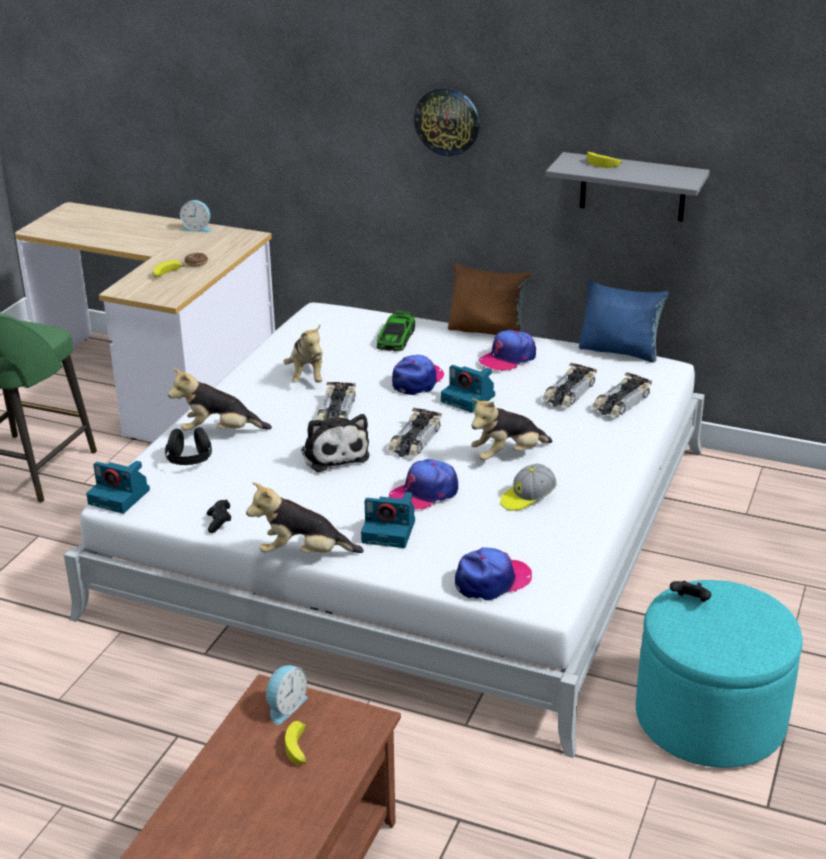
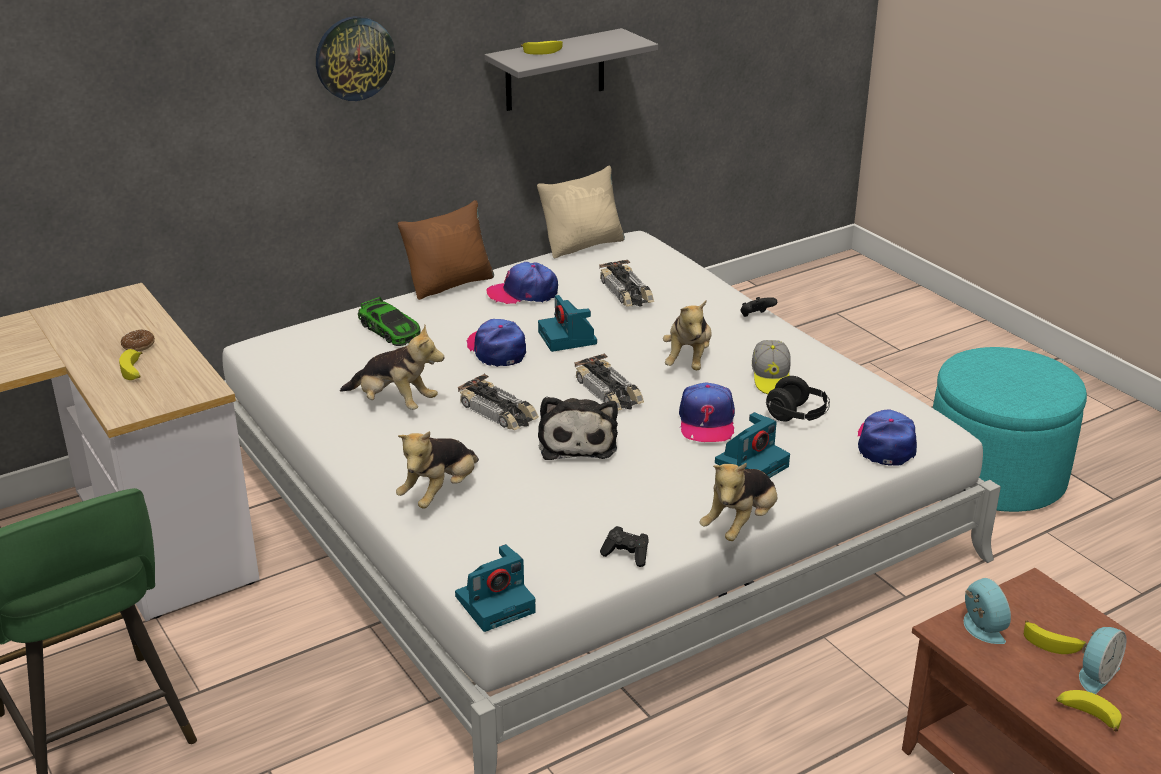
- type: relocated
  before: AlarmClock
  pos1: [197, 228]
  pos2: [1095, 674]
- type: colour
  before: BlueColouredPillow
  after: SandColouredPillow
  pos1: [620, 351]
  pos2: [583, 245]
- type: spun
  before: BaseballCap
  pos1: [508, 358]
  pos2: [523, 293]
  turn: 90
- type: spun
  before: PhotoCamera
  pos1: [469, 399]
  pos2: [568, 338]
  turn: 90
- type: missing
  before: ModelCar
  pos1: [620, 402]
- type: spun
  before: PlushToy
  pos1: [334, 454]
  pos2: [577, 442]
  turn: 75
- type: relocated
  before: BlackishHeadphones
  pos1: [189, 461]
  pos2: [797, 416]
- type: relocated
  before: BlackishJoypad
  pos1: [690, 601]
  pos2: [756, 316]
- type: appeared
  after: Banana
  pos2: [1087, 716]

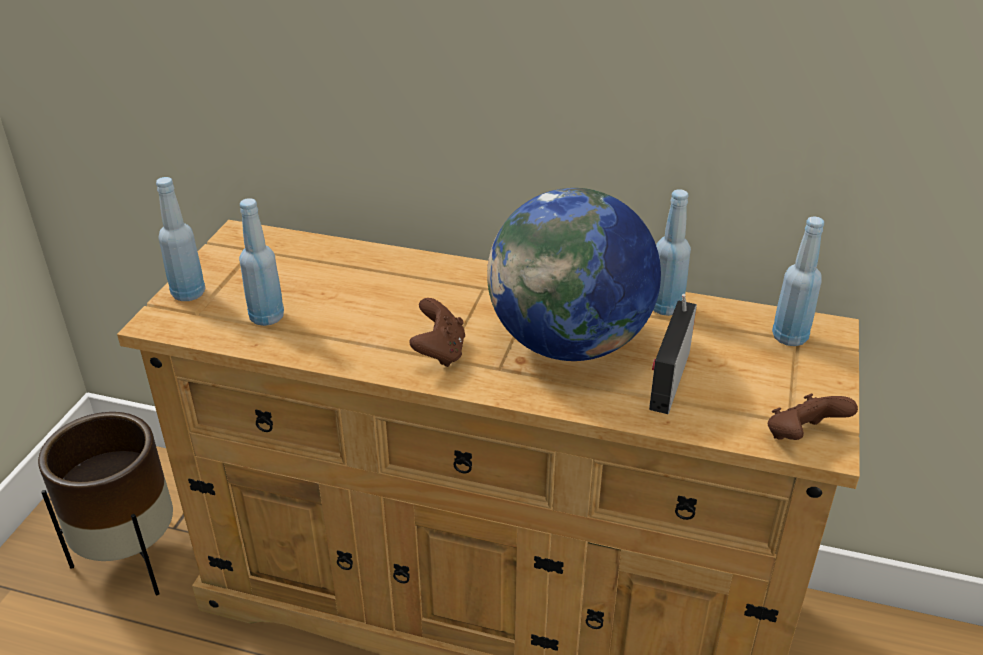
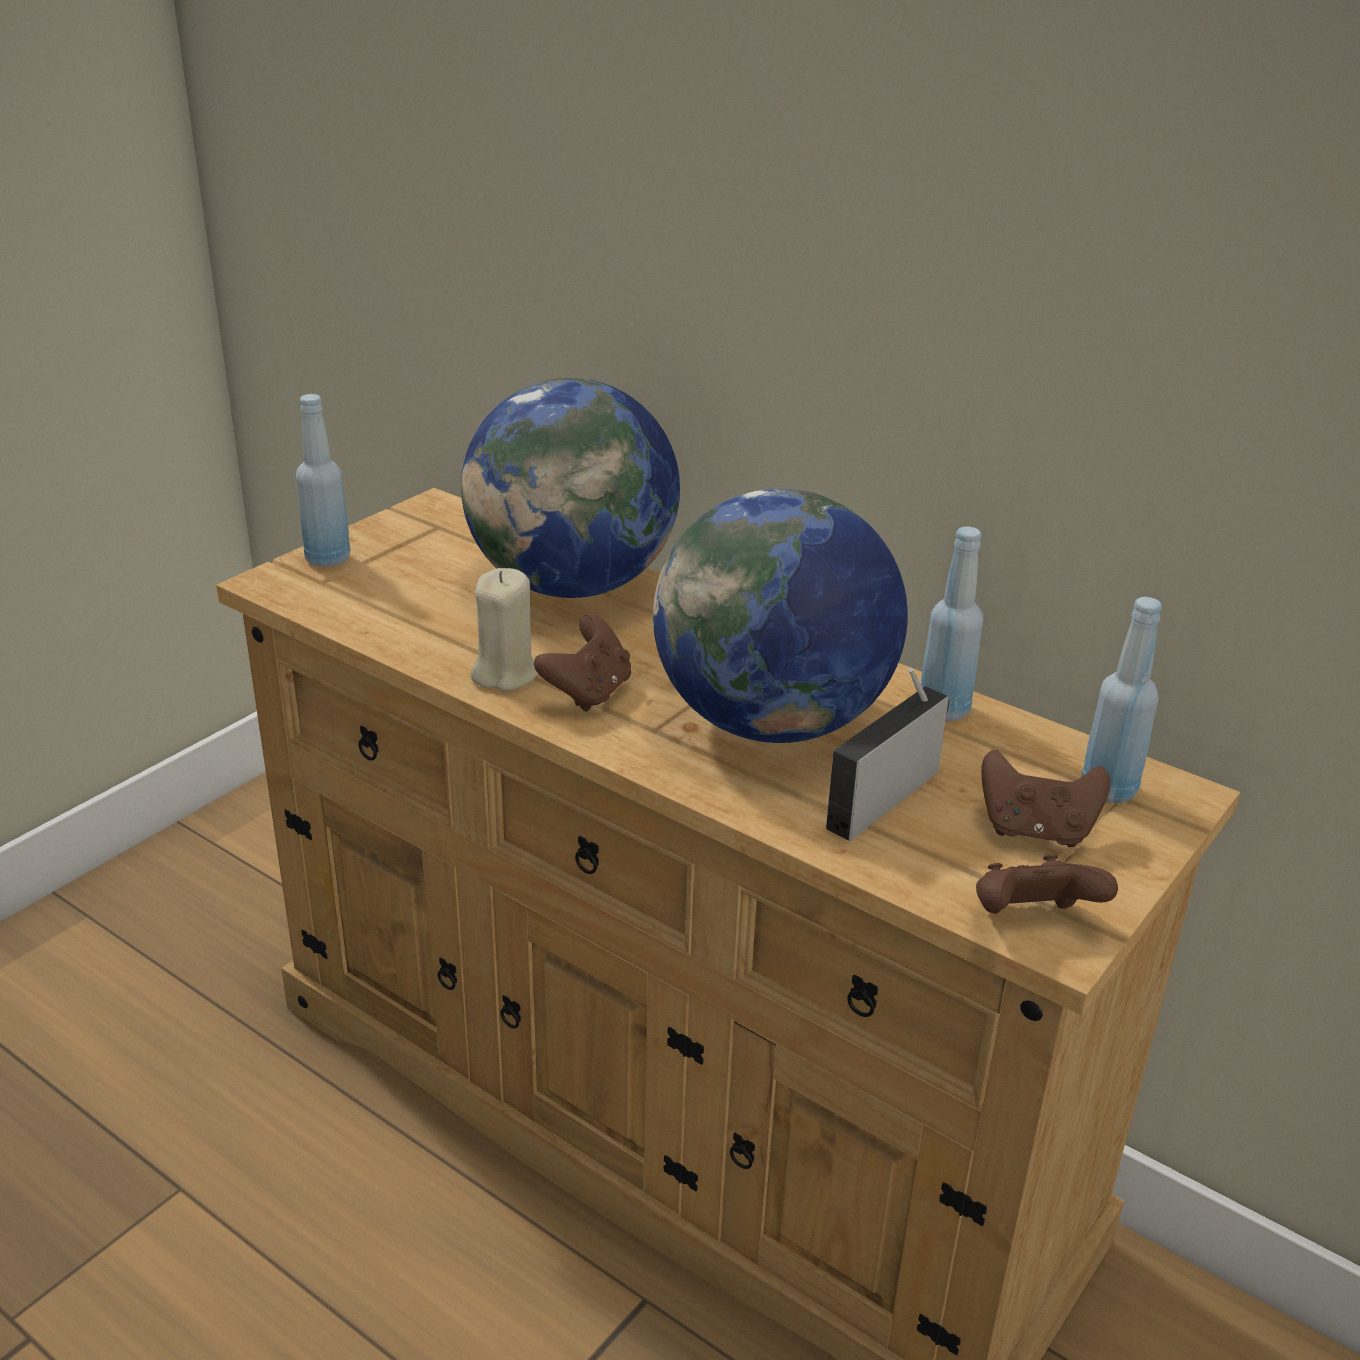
- type: missing
  before: BlueColouredBottle
  pos1: [267, 317]
- type: missing
  before: BrownPlantPot
  pos1: [131, 558]
- type: appeared
  after: DeskGlobe
  pos2: [573, 585]
- type: appeared
  after: SandColouredWaxLight
  pos2: [505, 673]
- type: appeared
  after: BrownJoypad
  pos2: [1036, 830]

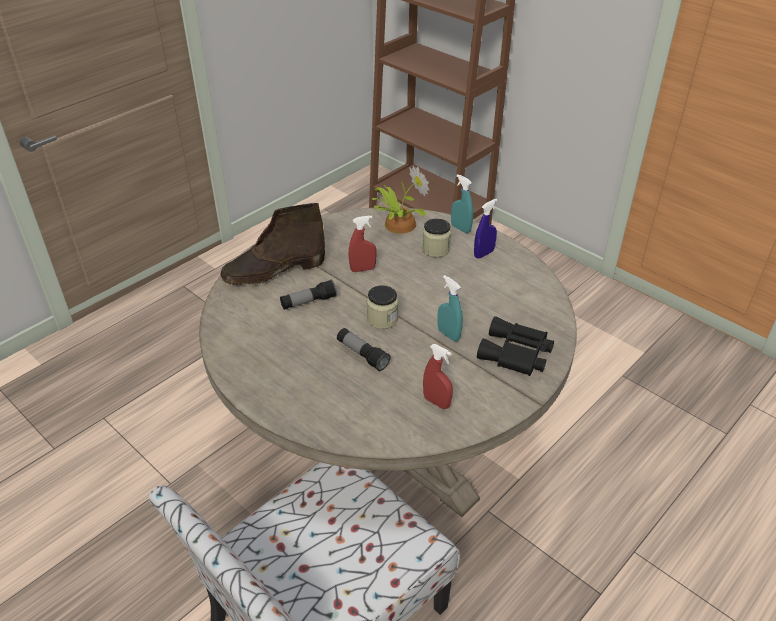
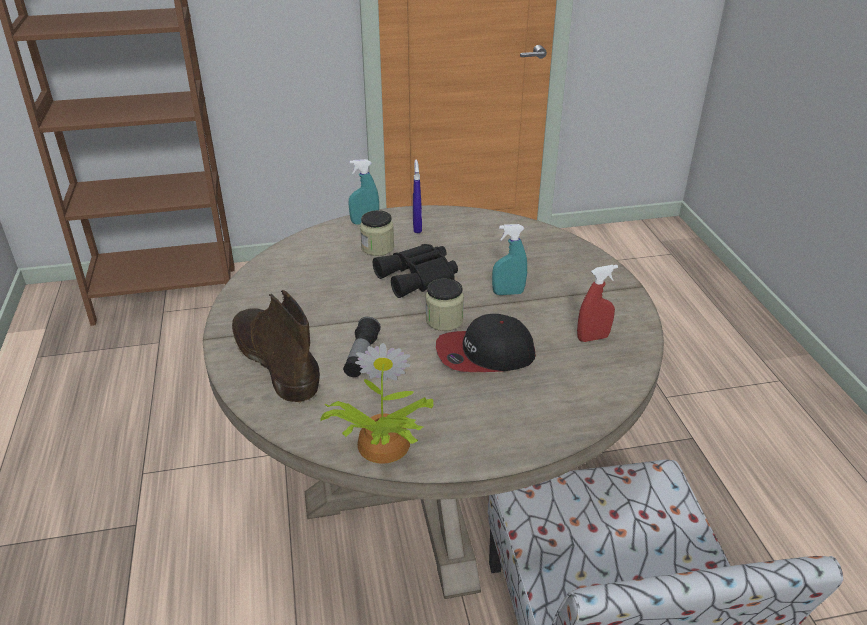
- type: relocated
  before: PlantInAPot
  pos1: [398, 224]
  pos2: [381, 445]
- type: spun
  before: BrownHighTopBoot
  pos1: [273, 270]
  pos2: [274, 360]
  turn: 135
- type: missing
  before: RedColouredSprayer
  pos1: [363, 269]
- type: relocated
  before: BlackishBinoculars
  pos1: [516, 354]
  pos2: [418, 277]
- type: exchanged
  before: HandTorch
  after: BaseballCap
  pos1: [362, 355]
  pos2: [484, 354]

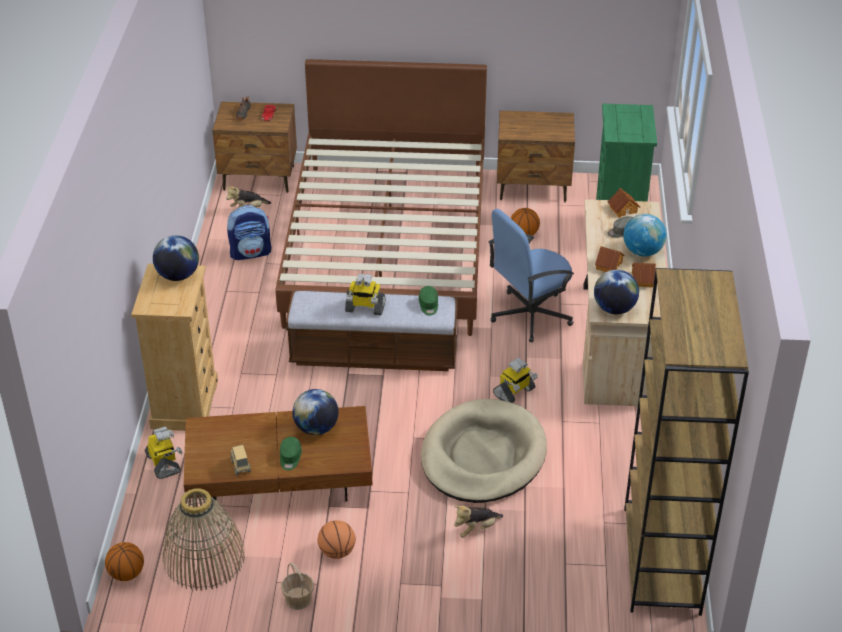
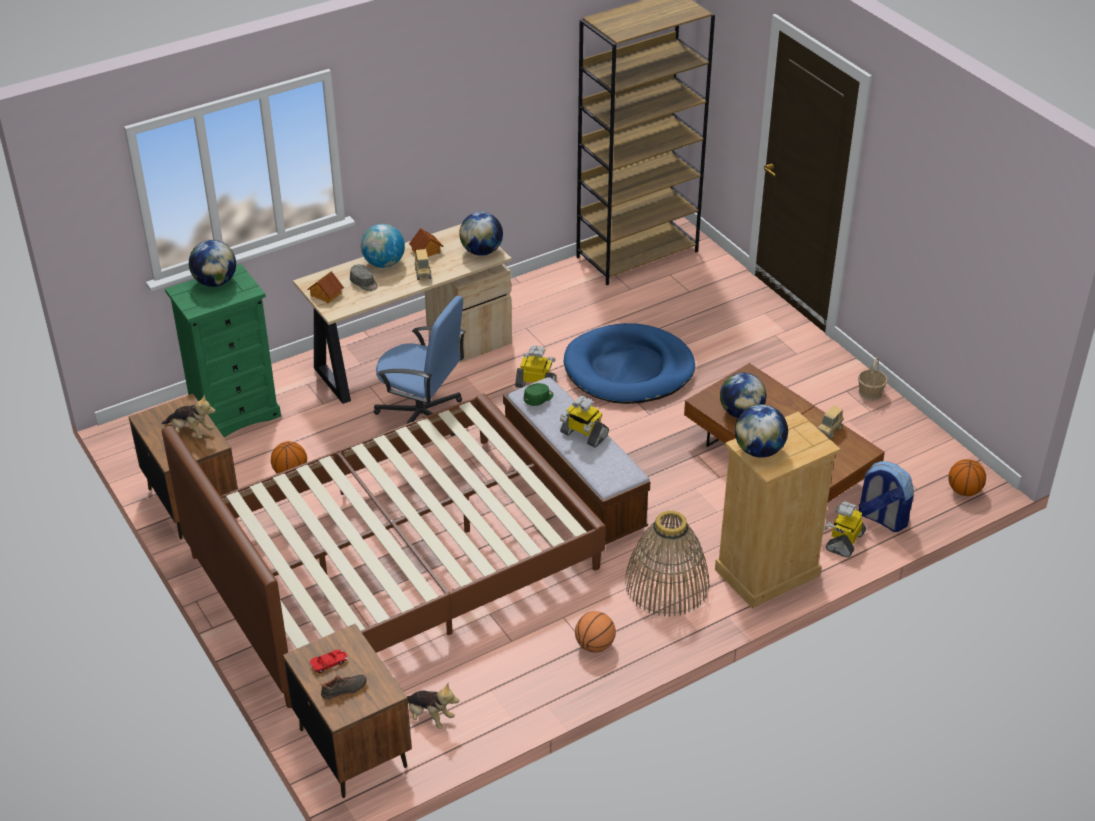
- type: relocated
  before: Backpack
  pos1: [251, 253]
  pos2: [881, 518]
- type: exchanged
  before: ToyHouse
  after: ToyLorry
  pos1: [608, 265]
  pos2: [423, 274]
- type: spun
  before: RobotFigure
  pos1: [365, 308]
  pos2: [583, 435]
  turn: 150
- type: colour
  before: SandColouredDogBed
  after: BlueColouredDogBed
  pos1: [483, 456]
  pos2: [629, 369]
- type: missing
  before: GreenColouredBaseballCap
  pos1: [290, 458]
- type: relocated
  before: HouseholdBasket
  pos1: [204, 558]
  pos2: [667, 585]
- type: relocated
  before: PlushToy
  pos1: [476, 529]
  pos2: [191, 431]
- type: relocated
  before: Basketball
  pos1: [337, 552]
  pos2: [594, 645]
- type: appeared
  after: DeskGlobe
  pos2: [215, 282]

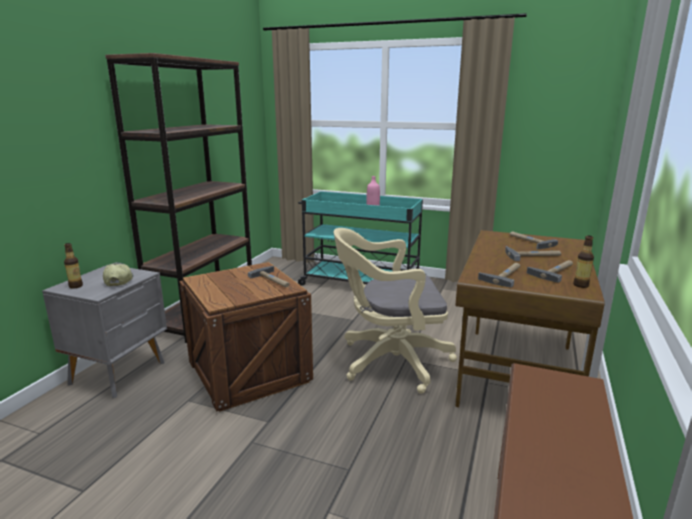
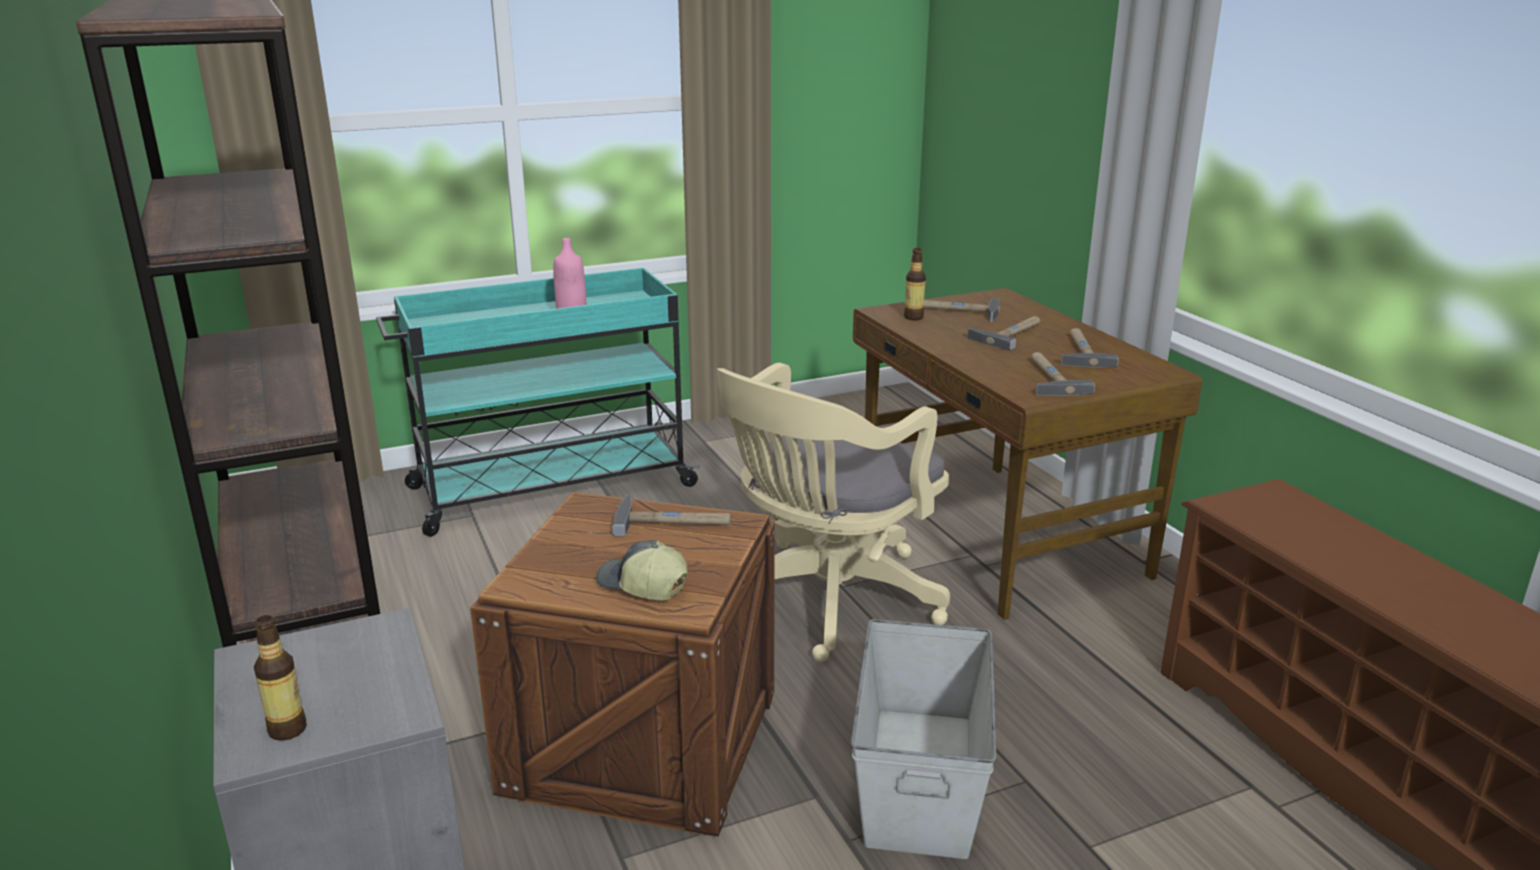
- type: relocated
  before: Bottle
  pos1: [580, 285]
  pos2: [913, 317]
- type: relocated
  before: BaseballCap
  pos1: [118, 281]
  pos2: [642, 586]
- type: appeared
  after: GreyStorageContainer
  pos2: [918, 778]

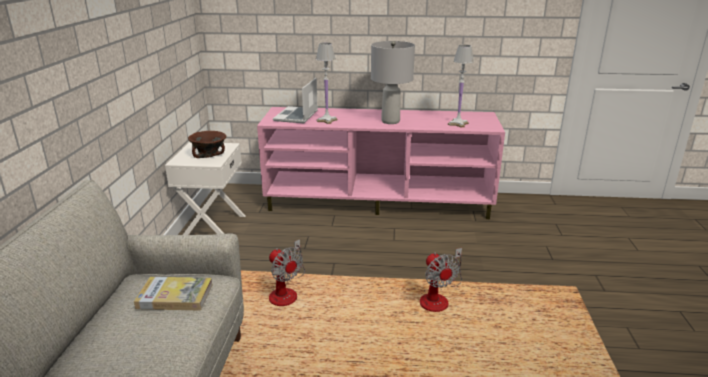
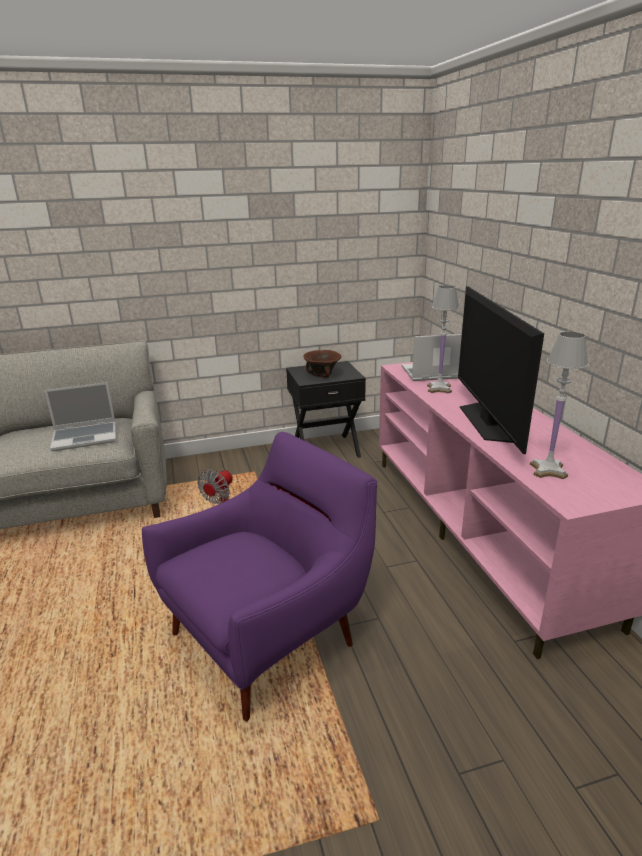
- type: exchanged
  before: GreyTabletopLamp
  after: Tv
  pos1: [391, 121]
  pos2: [488, 422]
- type: colour
  before: WhiteBedsideTable
  after: BlackishBedsideTable
  pos1: [212, 227]
  pos2: [325, 449]
- type: exchanged
  before: CoolingFan
  after: PurplishLoungeChair
  pos1: [438, 298]
  pos2: [269, 634]
- type: exchanged
  before: BoundBook
  after: PortableComputer
  pos1: [175, 296]
  pos2: [86, 437]

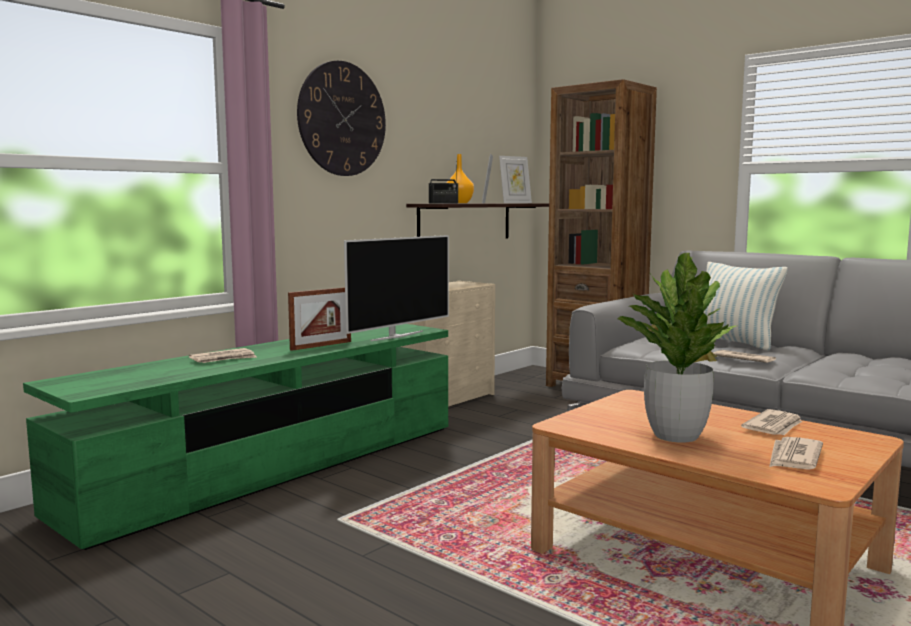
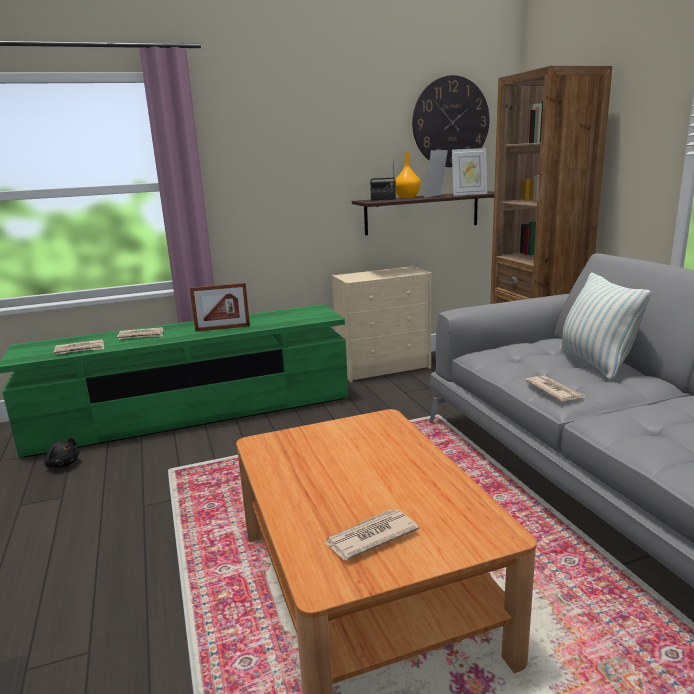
- type: relocated
  before: HangingClock
  pos1: [342, 119]
  pos2: [450, 122]
- type: missing
  before: Tv
  pos1: [396, 336]
- type: missing
  before: PlantInAPot
  pos1: [675, 435]
- type: relocated
  before: PrintedPaper
  pos1: [774, 426]
  pos2: [80, 349]
- type: appeared
  after: BlackishPlushToy
  pos2: [62, 464]

